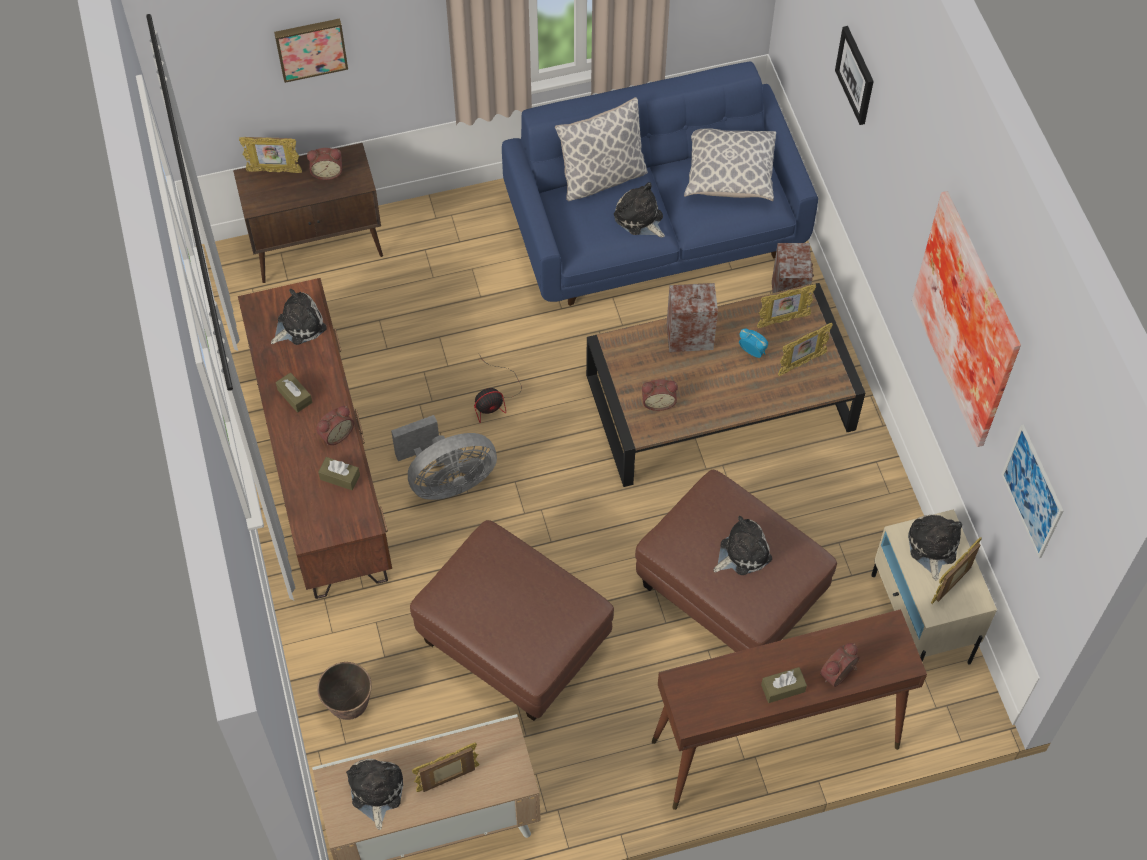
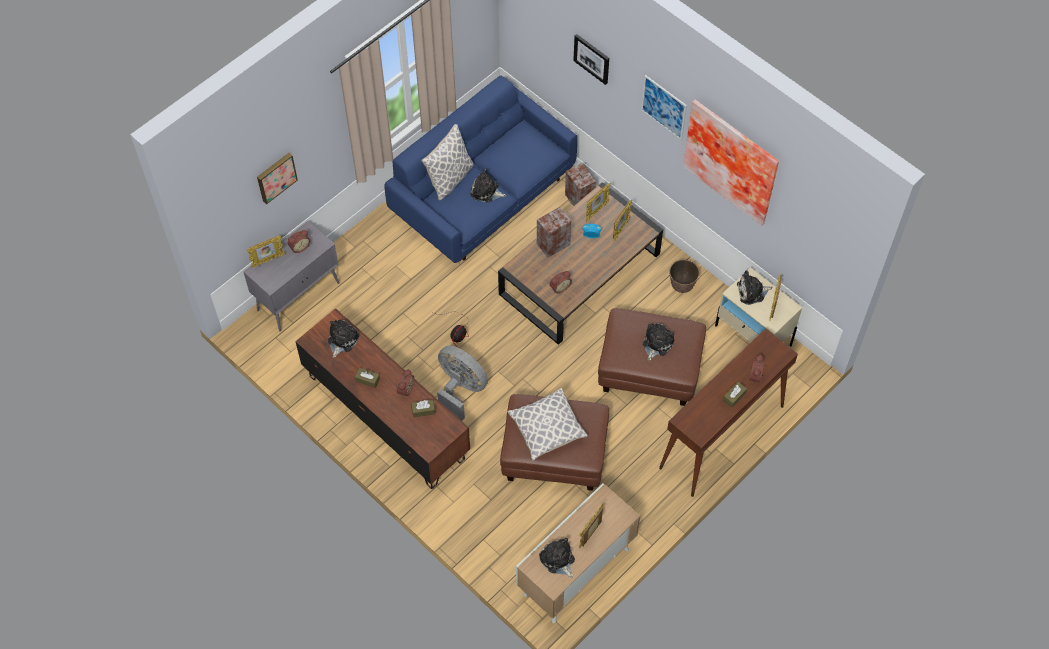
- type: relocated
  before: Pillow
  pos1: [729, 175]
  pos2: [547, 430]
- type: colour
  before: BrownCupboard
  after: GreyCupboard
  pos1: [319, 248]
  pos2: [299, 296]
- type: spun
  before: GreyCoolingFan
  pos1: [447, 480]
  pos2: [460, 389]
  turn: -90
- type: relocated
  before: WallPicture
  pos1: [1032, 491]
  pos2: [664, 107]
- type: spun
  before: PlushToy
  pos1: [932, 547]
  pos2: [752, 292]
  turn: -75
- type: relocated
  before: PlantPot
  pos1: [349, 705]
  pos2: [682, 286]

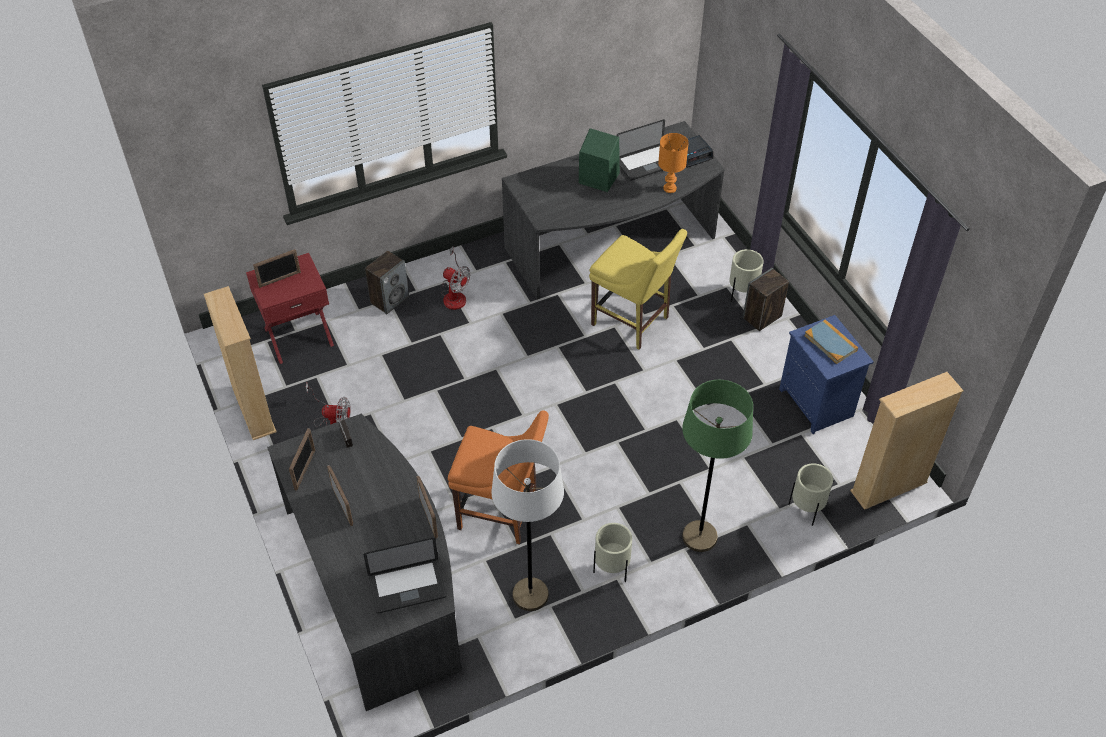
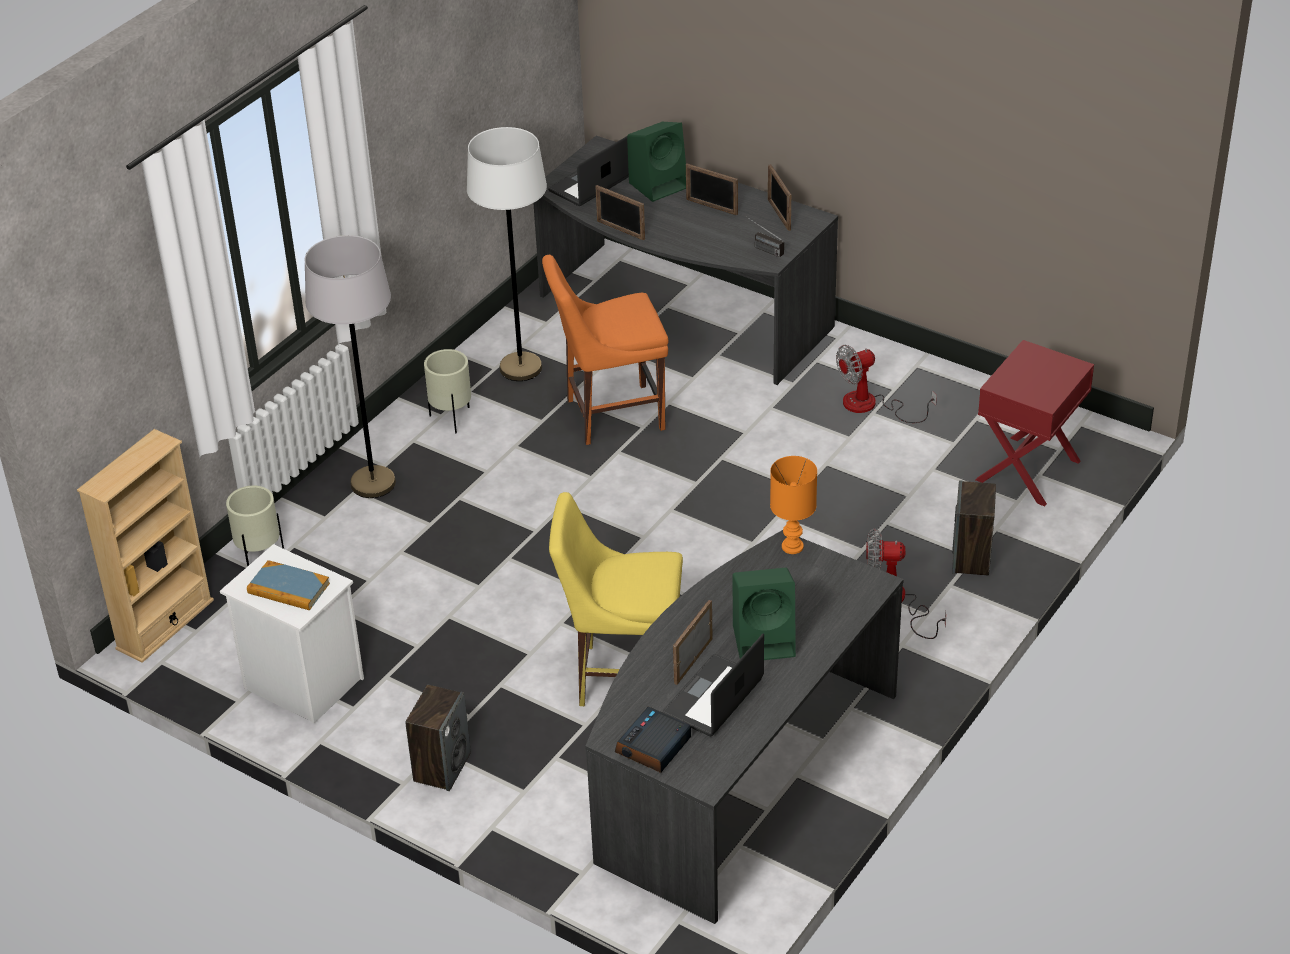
- type: relocated
  before: OrangeColouredTabletopLamp
  pos1: [670, 188]
  pos2: [791, 547]
- type: relocated
  before: PictureFrame
  pos1: [280, 279]
  pos2: [693, 661]
- type: missing
  before: SandColouredPlantPot
  pos1: [742, 295]
- type: missing
  before: SandColouredBookcase
  pos1: [254, 410]
- type: colour
  before: BlueColouredBedsideTable
  after: WhiteBedsideTable
  pos1: [818, 403]
  pos2: [300, 683]
- type: colour
  before: GreenColouredStandingLamp
  after: GreyStandingLamp
  pos1: [699, 537]
  pos2: [373, 483]
- type: appeared
  after: GreenColouredAudioSpeaker
  pos2: [659, 184]

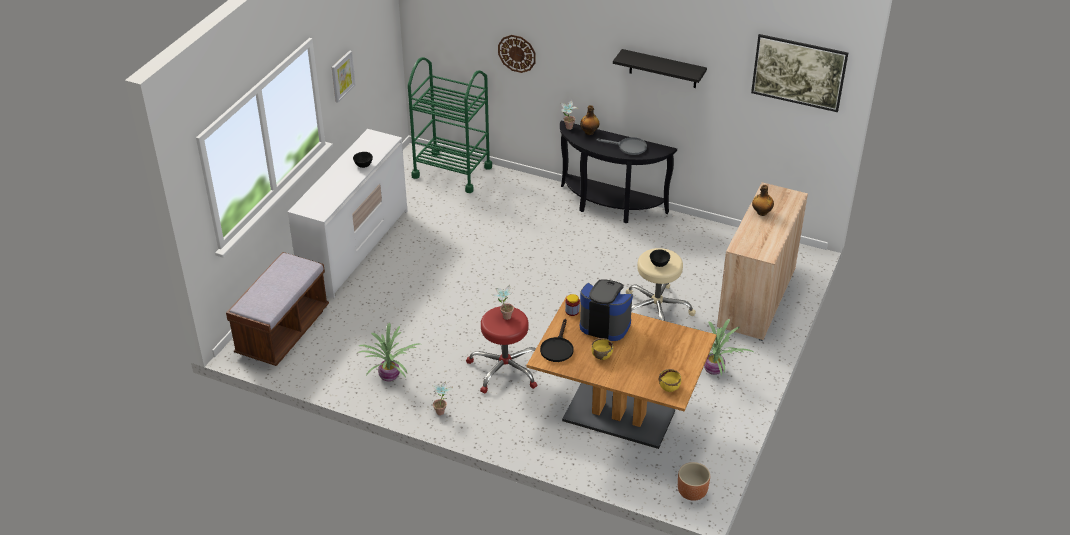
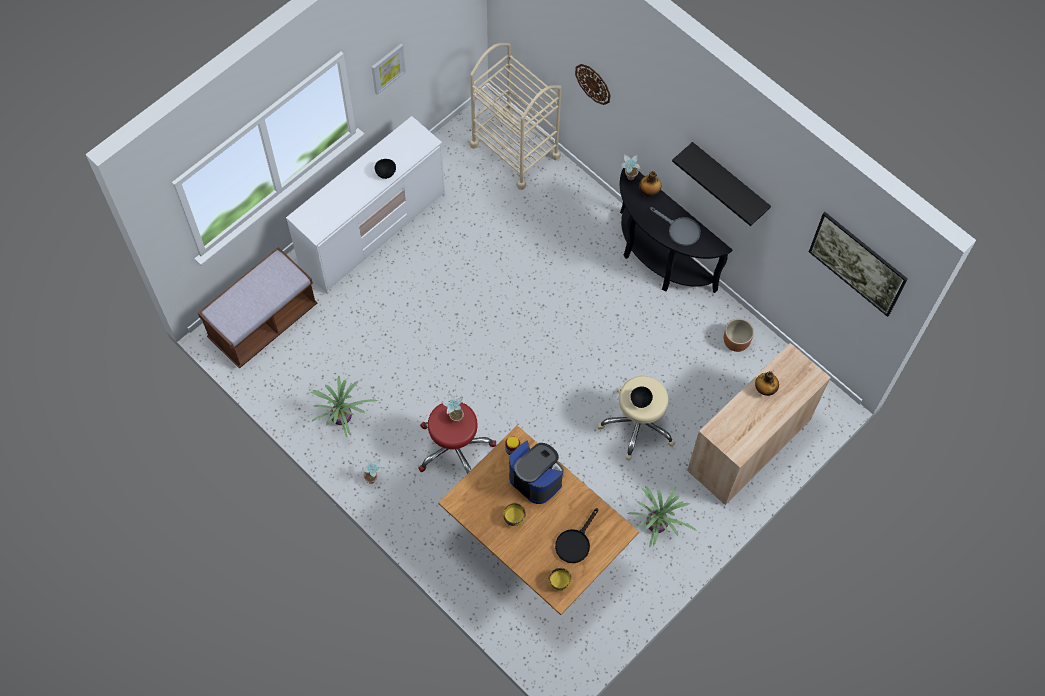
- type: colour
  before: GreenColouredWheeledCart
  after: SandColouredWheeledCart
  pos1: [452, 172]
  pos2: [515, 150]
- type: relocated
  before: BlackishSkillet
  pos1: [557, 348]
  pos2: [575, 542]
- type: relocated
  before: BrownPlantPot
  pos1: [692, 492]
  pos2: [736, 342]

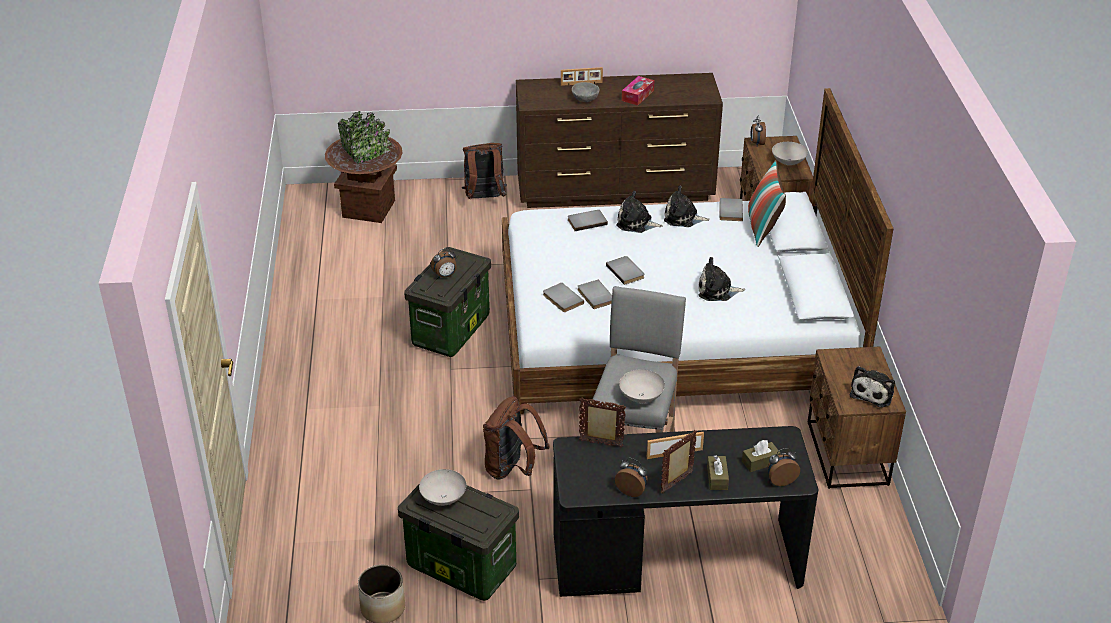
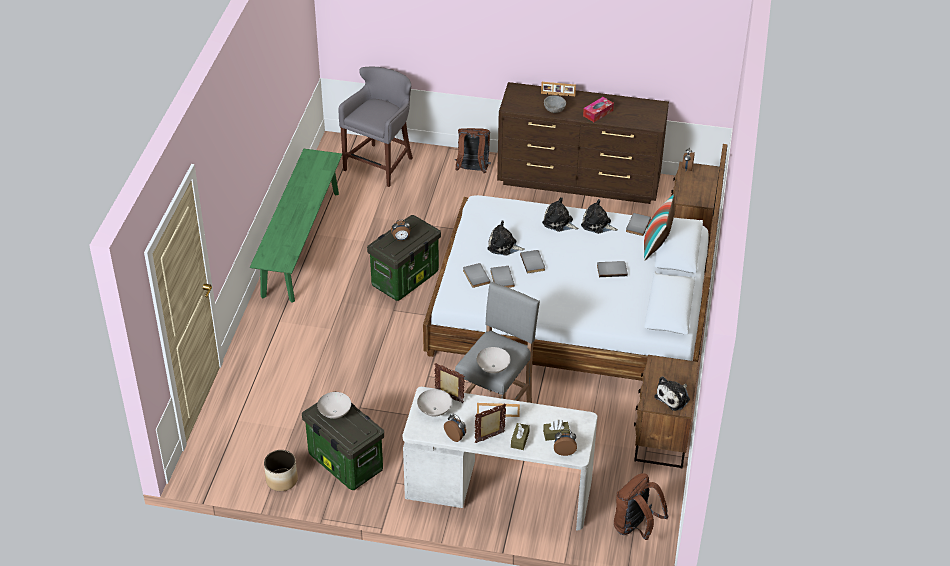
- type: exchanged
  before: BrownPlantPot
  after: GreyStool
  pos1: [369, 209]
  pos2: [380, 163]
- type: relocated
  before: WhiteDeepDish
  pos1: [788, 162]
  pos2: [434, 410]
- type: relocated
  before: GreyBoundBook
  pos1: [586, 221]
  pos2: [611, 269]
- type: relocated
  before: PlushToy
  pos1: [717, 291]
  pos2: [503, 246]
- type: relocated
  before: BrownBackpack
  pos1: [512, 469]
  pos2: [635, 527]
- type: colour
  before: BlackishDeskTable
  after: WhiteDeskTable
  pos1: [676, 560]
  pos2: [498, 490]
- type: appeared
  after: GreenColouredBench
  pos2: [301, 243]

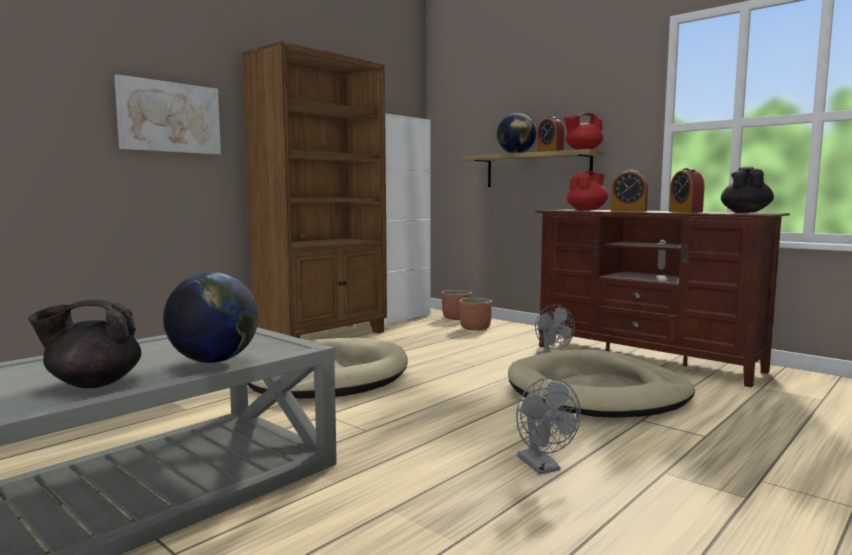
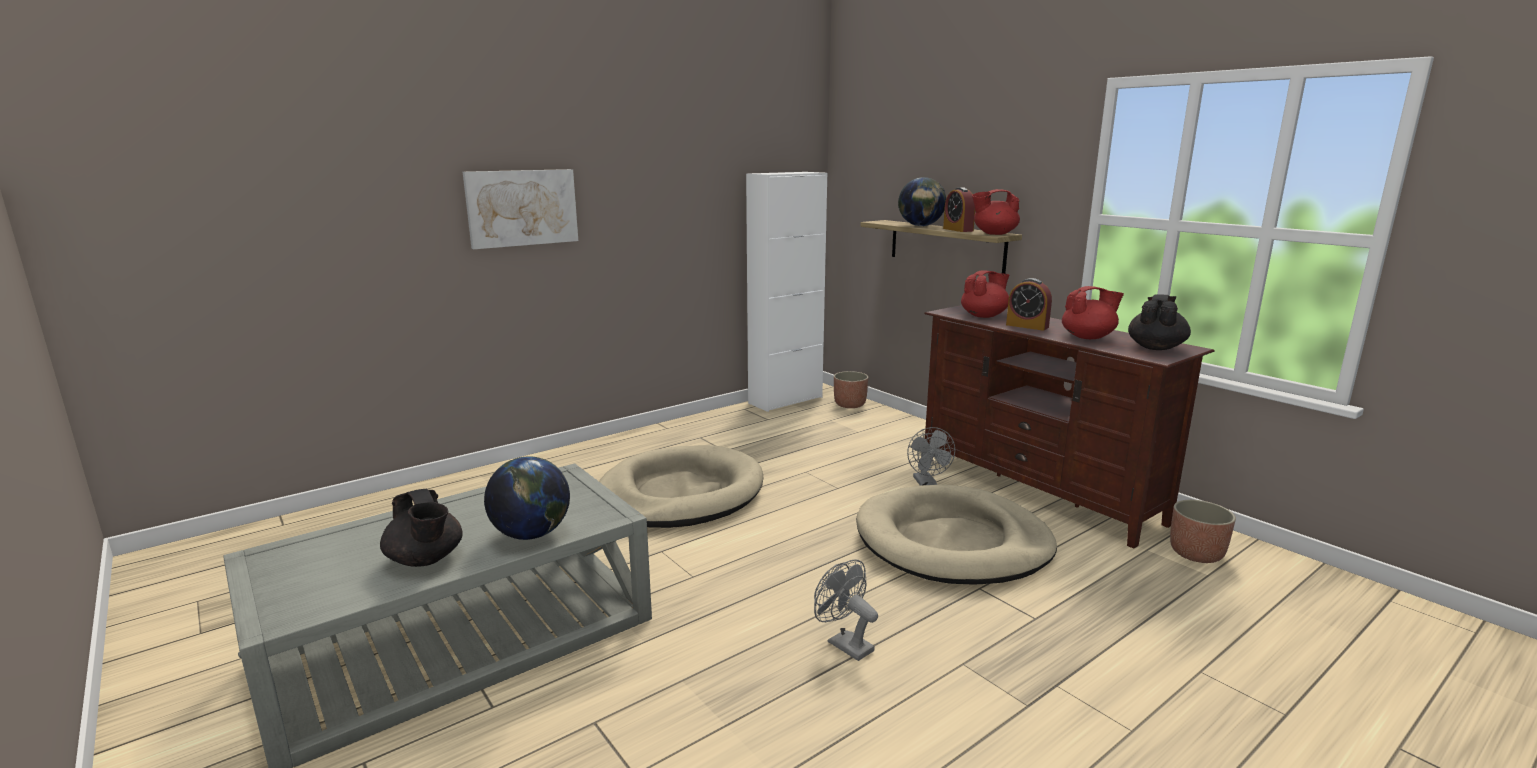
- type: missing
  before: BrownBookcase
  pos1: [324, 337]
- type: exchanged
  before: AlarmClock
  after: RedColouredTeapot
  pos1: [685, 211]
  pos2: [1088, 337]
- type: relocated
  before: PlantPot
  pos1: [475, 328]
  pos2: [1196, 554]
- type: spun
  before: BlackishTeapot
  pos1: [93, 383]
  pos2: [426, 560]
  turn: -120
- type: spun
  before: GreyCoolingFan
  pos1: [543, 467]
  pos2: [844, 644]
  turn: 150

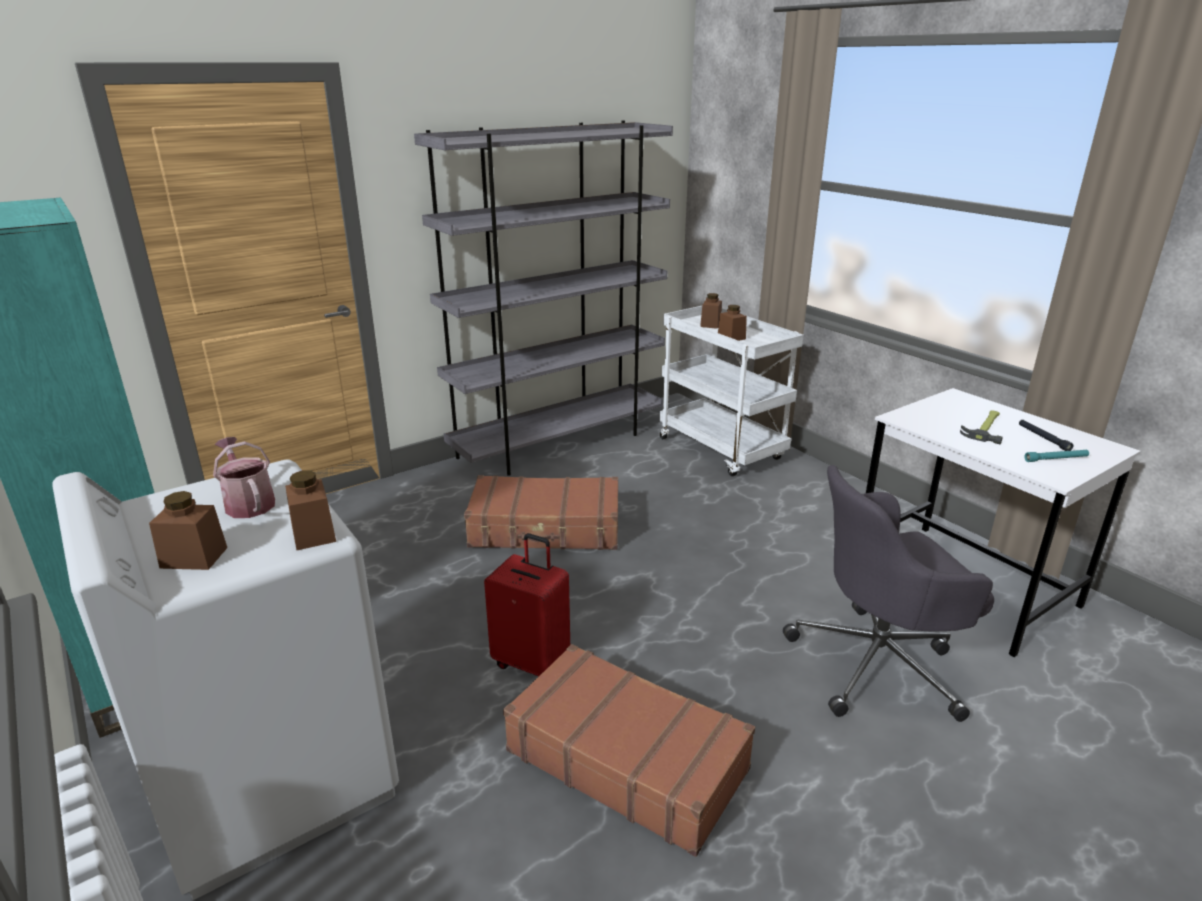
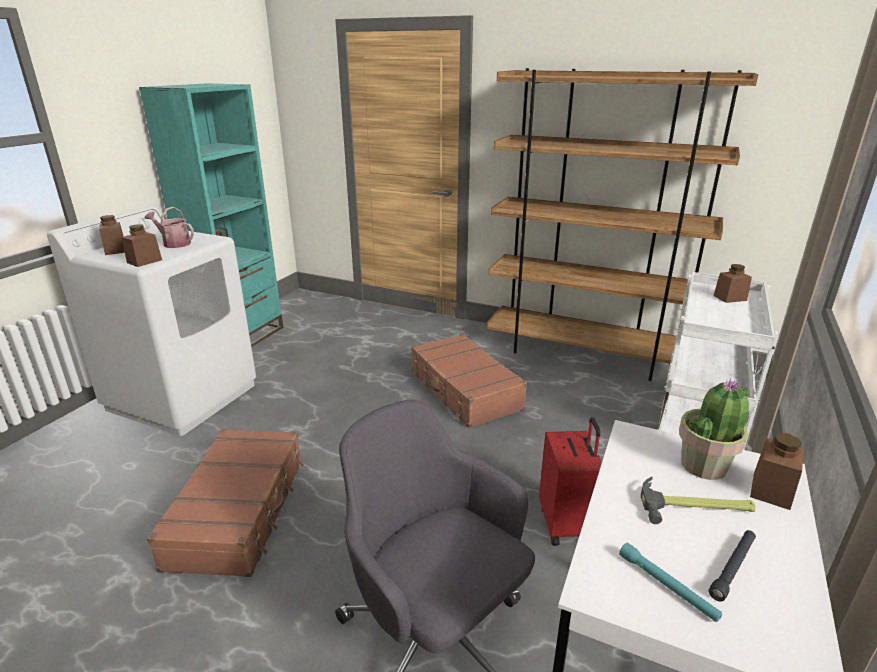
- type: colour
  before: GreyBookcase
  after: BrownBookcase
  pos1: [559, 443]
  pos2: [585, 354]
- type: relocated
  before: BrownJar
  pos1: [731, 337]
  pos2: [771, 490]
- type: spun
  before: SprinklingCan
  pos1: [248, 503]
  pos2: [174, 243]
  turn: -90
- type: relocated
  before: RedColouredTravelCase
  pos1: [533, 662]
  pos2: [565, 524]
- type: appeared
  after: PlantInAPot
  pos2: [704, 465]

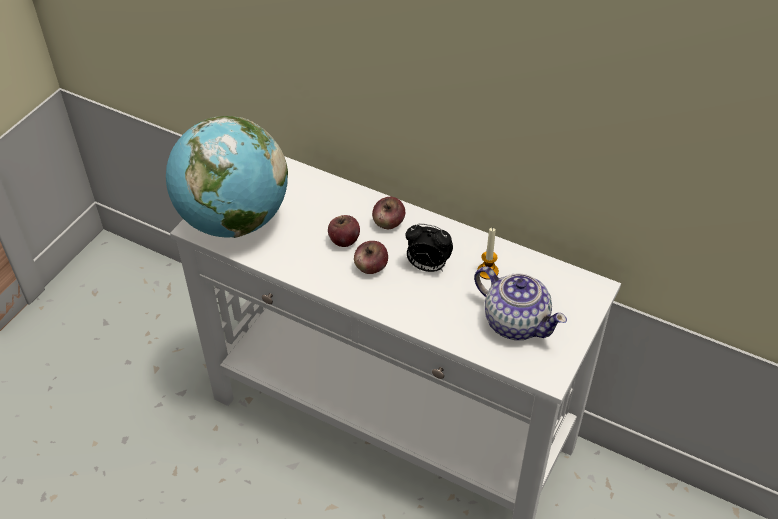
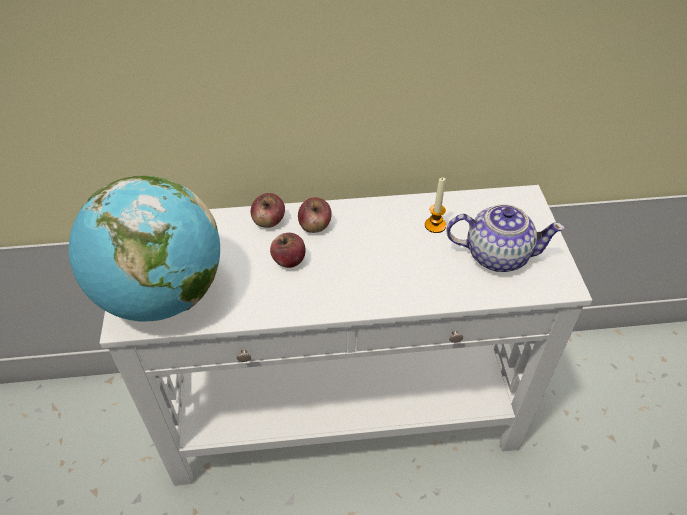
- type: missing
  before: AlarmClock
  pos1: [427, 266]
- type: relocated
  before: AppleFruit
  pos1: [371, 267]
  pos2: [269, 221]

